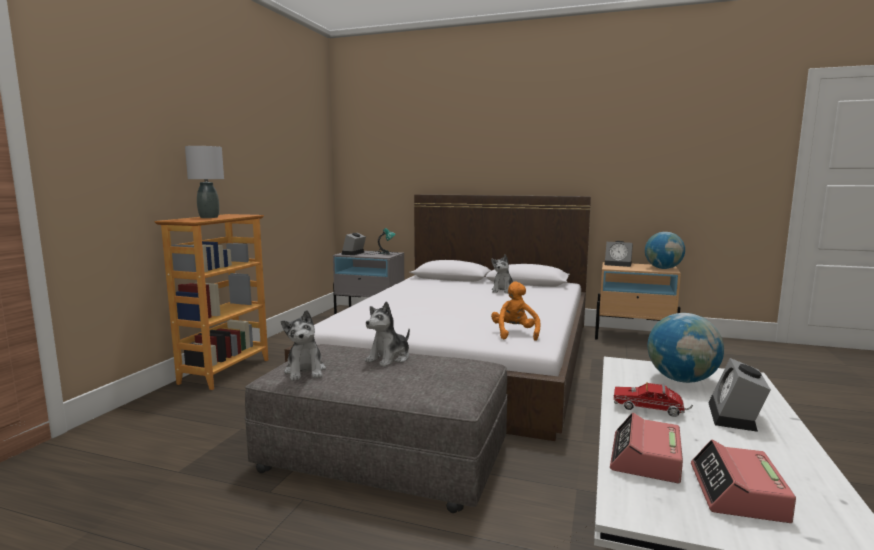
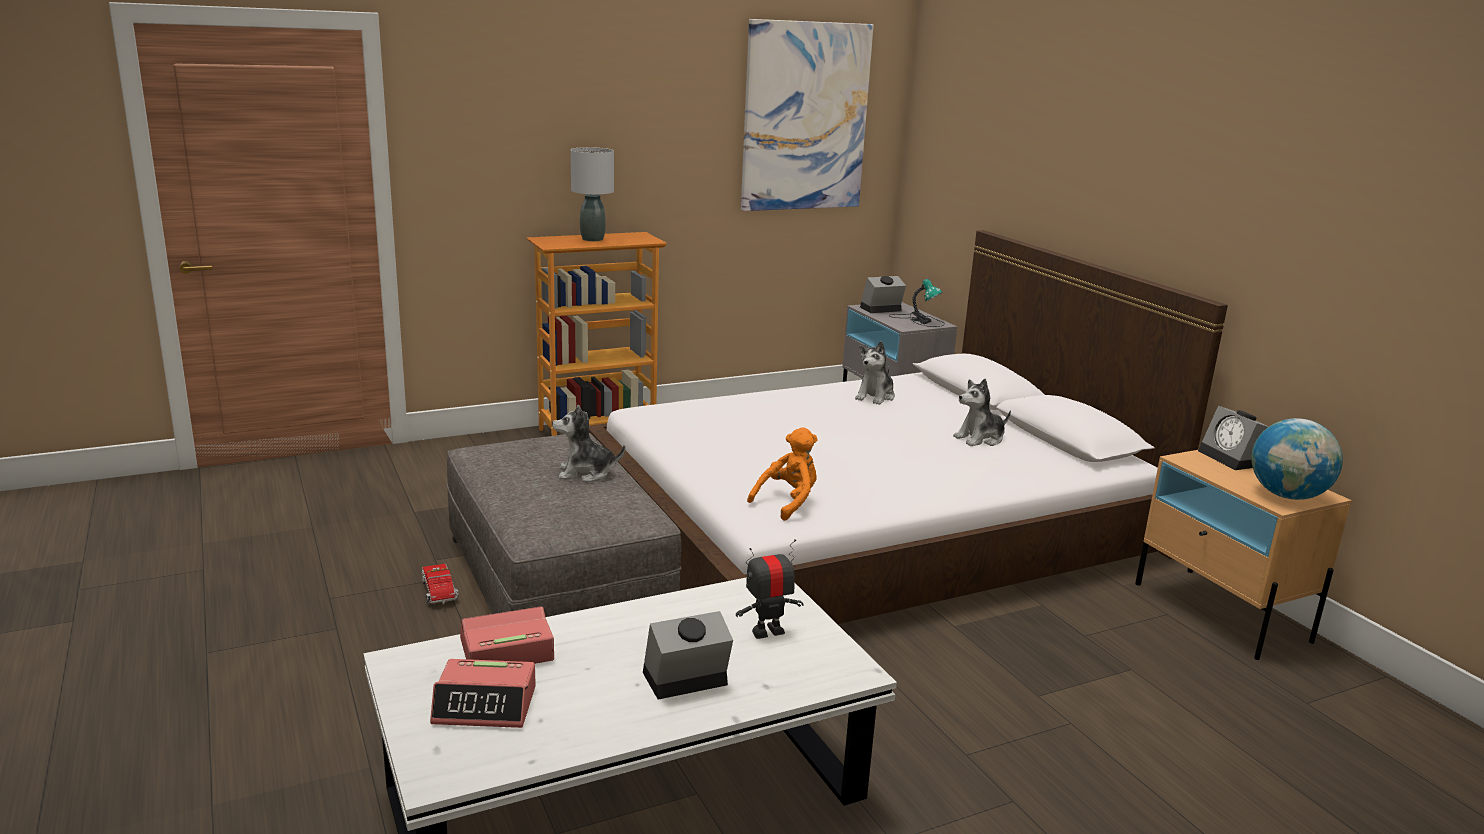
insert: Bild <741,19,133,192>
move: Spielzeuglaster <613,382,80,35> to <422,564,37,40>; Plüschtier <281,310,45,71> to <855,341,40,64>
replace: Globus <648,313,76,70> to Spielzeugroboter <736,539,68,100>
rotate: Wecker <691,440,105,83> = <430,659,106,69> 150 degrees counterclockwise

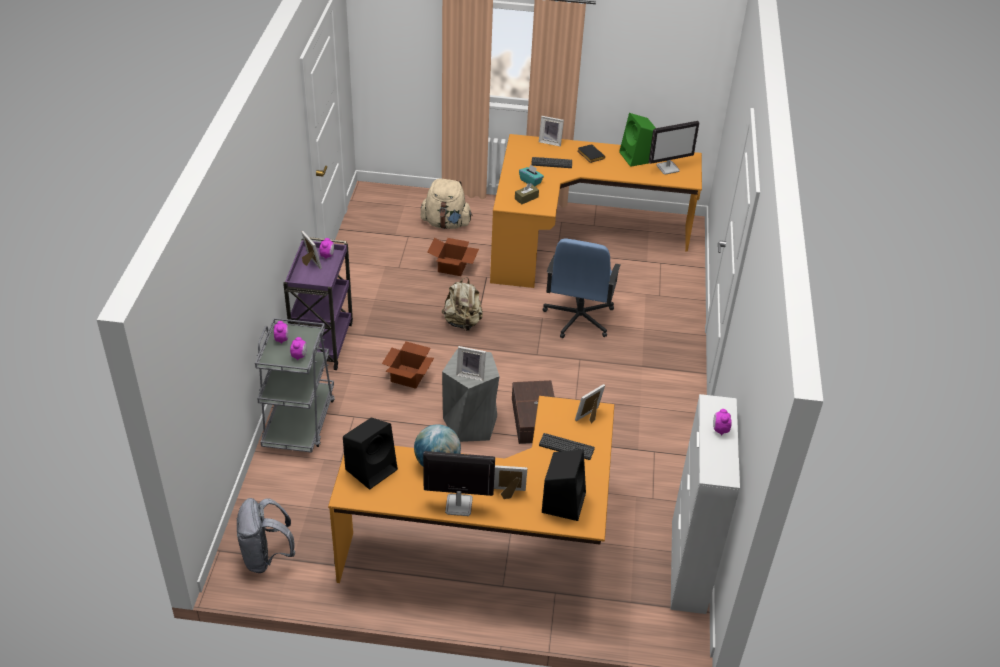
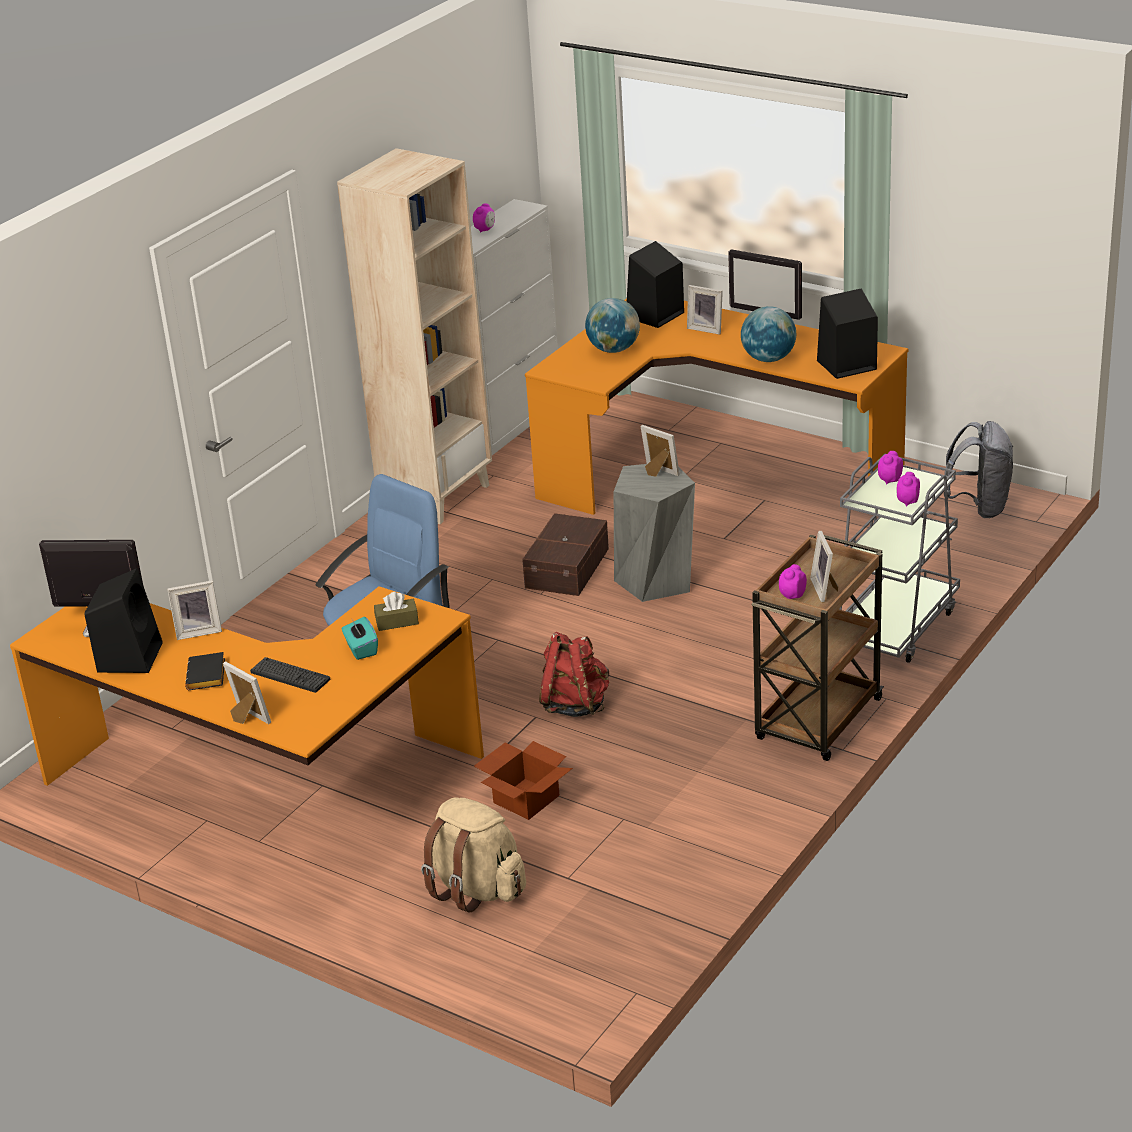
delete: Karton <382,341,52,48>
insert: Bücherregal (beige) <337,148,155,376>
move: Bilderrahmen <575,384,30,40> to <167,580,55,60>
replace: Tastatur <539,433,56,27> to Globus <585,298,55,55>
recolor: Lautsprecher (grün) <619,113,37,54> to Lautsprecher (schwarz) <85,568,78,105>; Rucksack (beige) <442,277,41,54> to Rucksack (rot) <539,632,70,85>; Rollwagen (lila) <283,237,70,133> to Rollwagen (braun) <752,535,132,226>

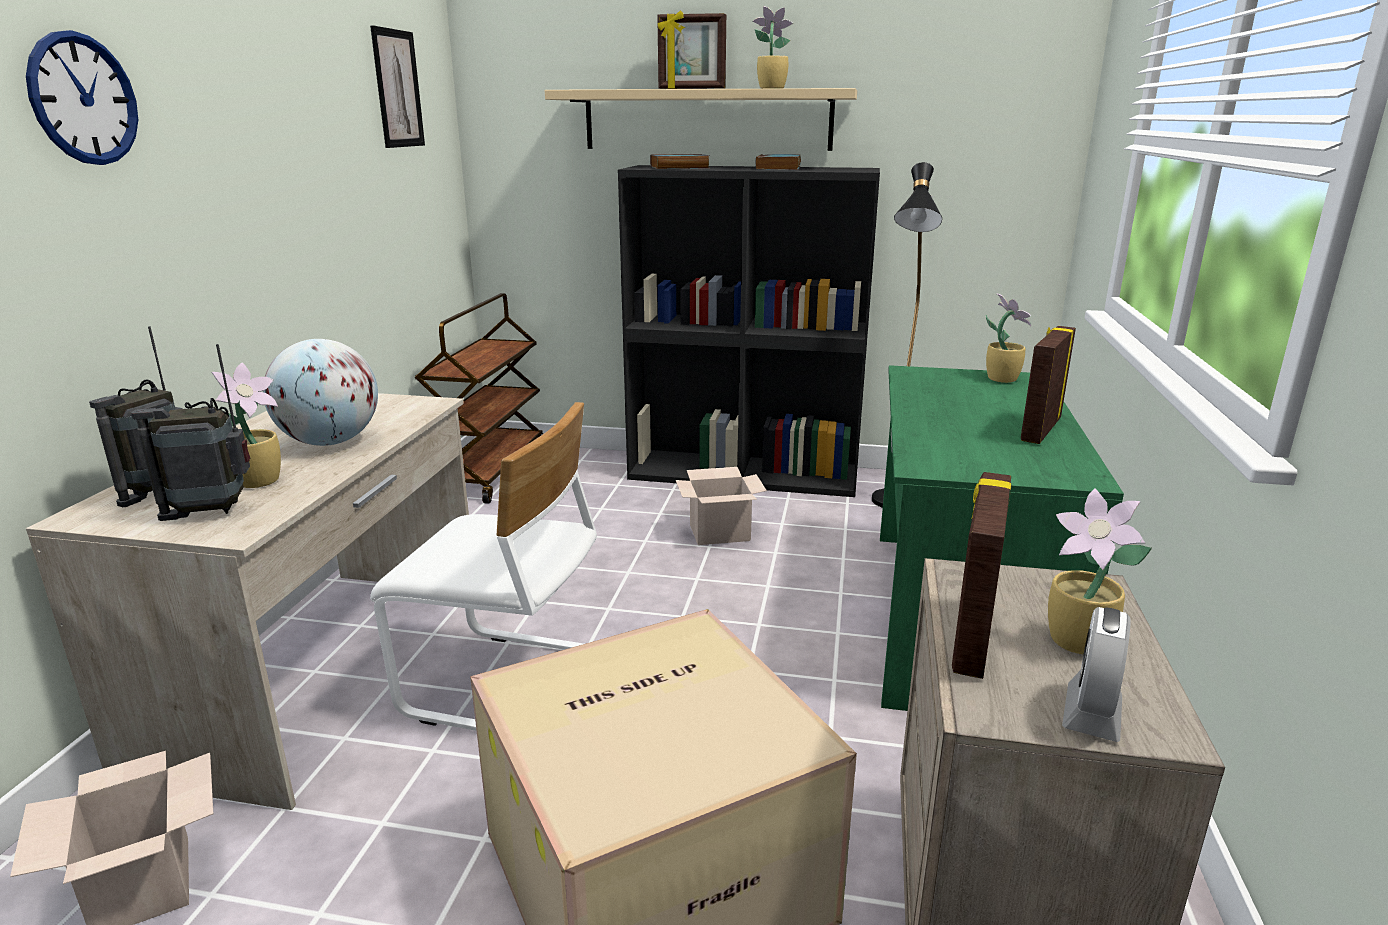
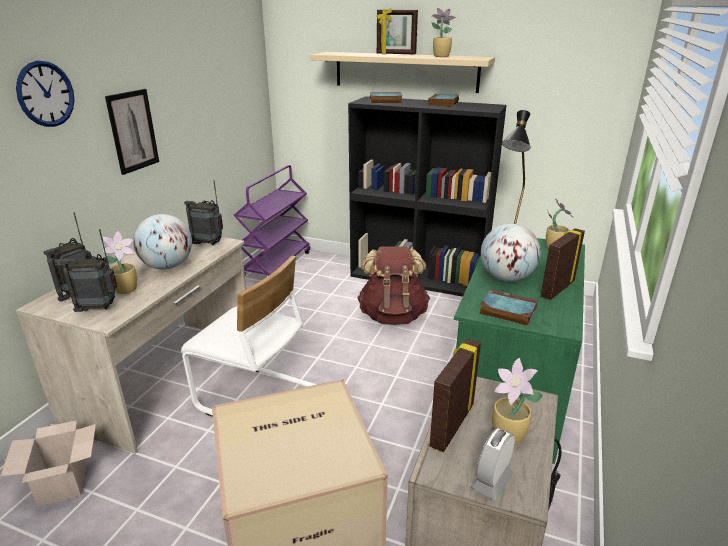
insert: Radio <184,180,39,65>; Buch <479,289,59,37>; Globus <481,224,60,58>
move: Bild <370,25,55,123> to <105,89,54,86>
replace: Karton <676,467,91,78> to Rucksack (braun) <358,246,72,79>
recolor: Rollwagen (braun) <415,293,128,211> to Rollwagen (lila) <234,165,76,111>

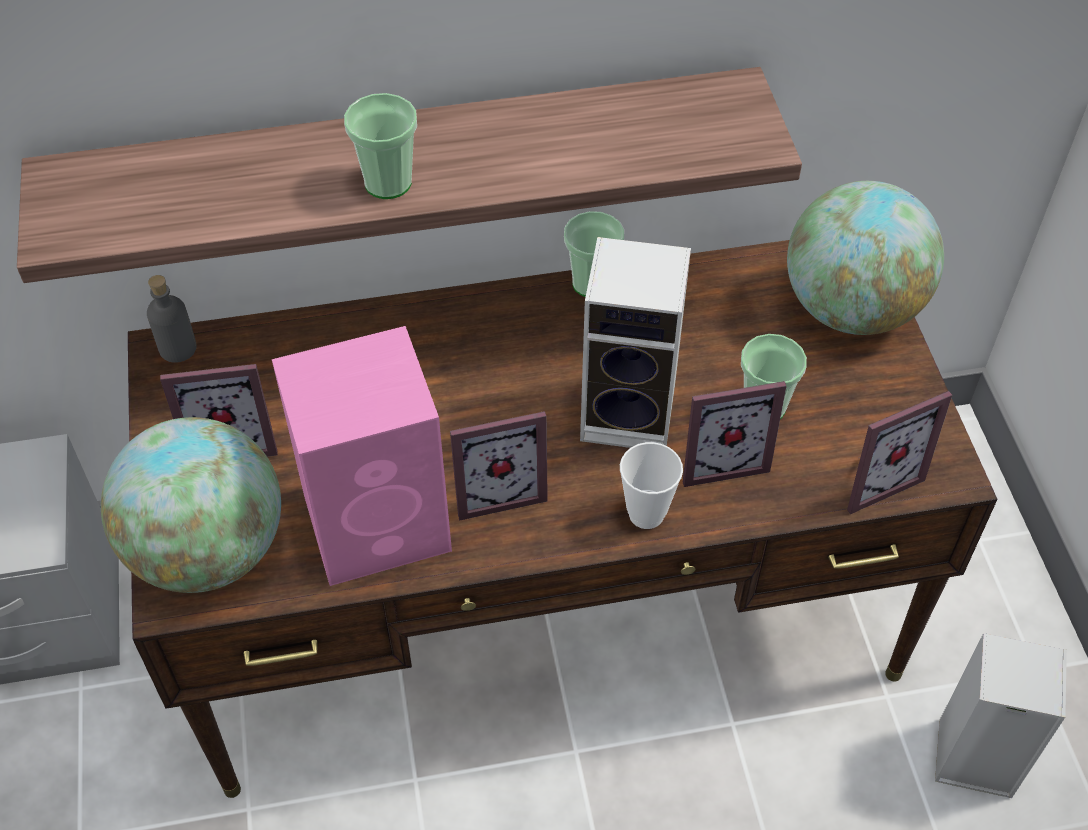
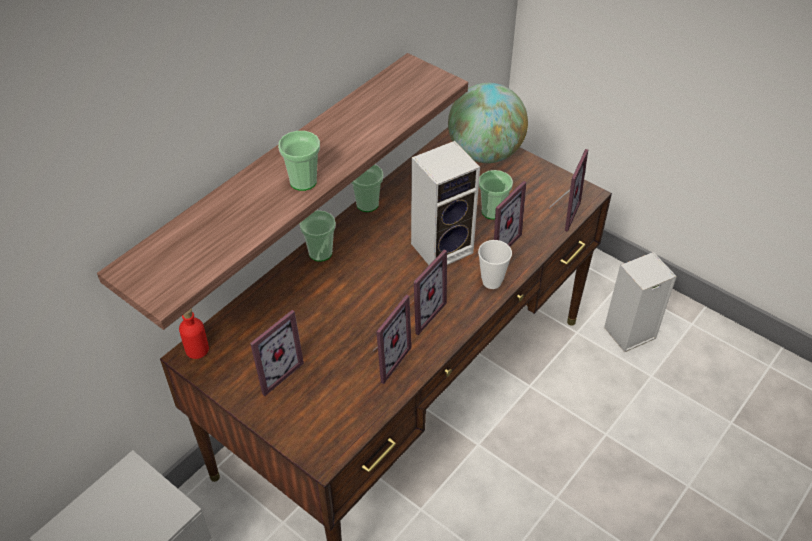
delete: Globus <101,417,180,176>
insert: Tasse <299,210,37,52>
replace: Lautsprecher (rosa) <272,326,180,260> to Bilderrahmen <371,294,41,90>
recolor: Flasche (grau) <147,275,50,88> to Flasche (rot) <179,308,30,51>

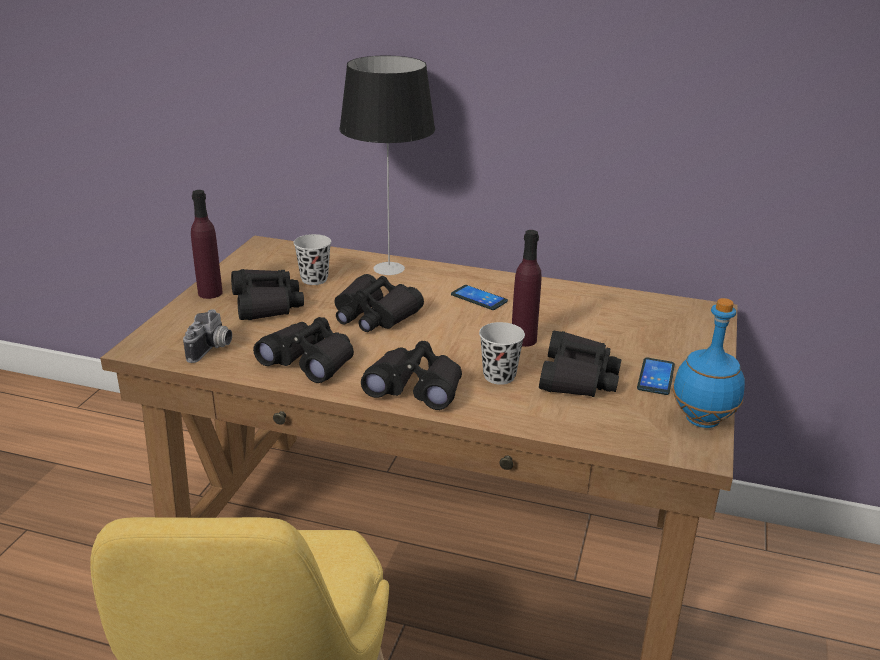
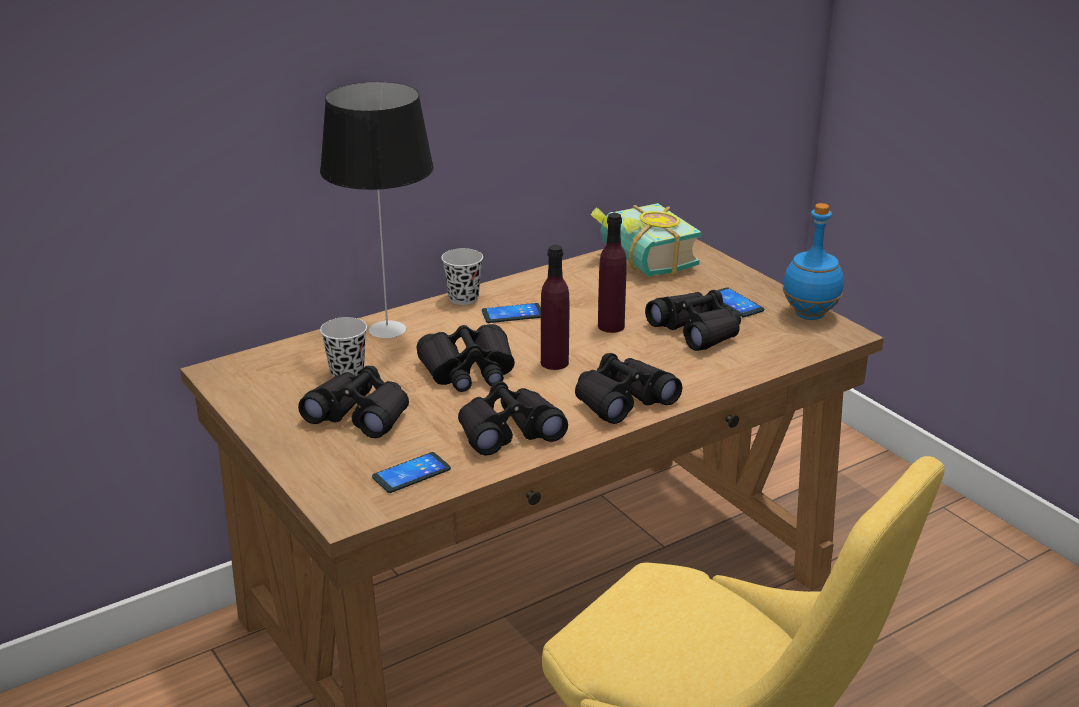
insert: Buch <591,203,111,74>
move: Tasse (schwarz) <479,322,46,63> to <441,248,42,57>; Flasche (lila) <191,190,32,109> to <541,245,28,125>
replace: Kamera <183,309,49,54> to Handy <372,452,79,41>

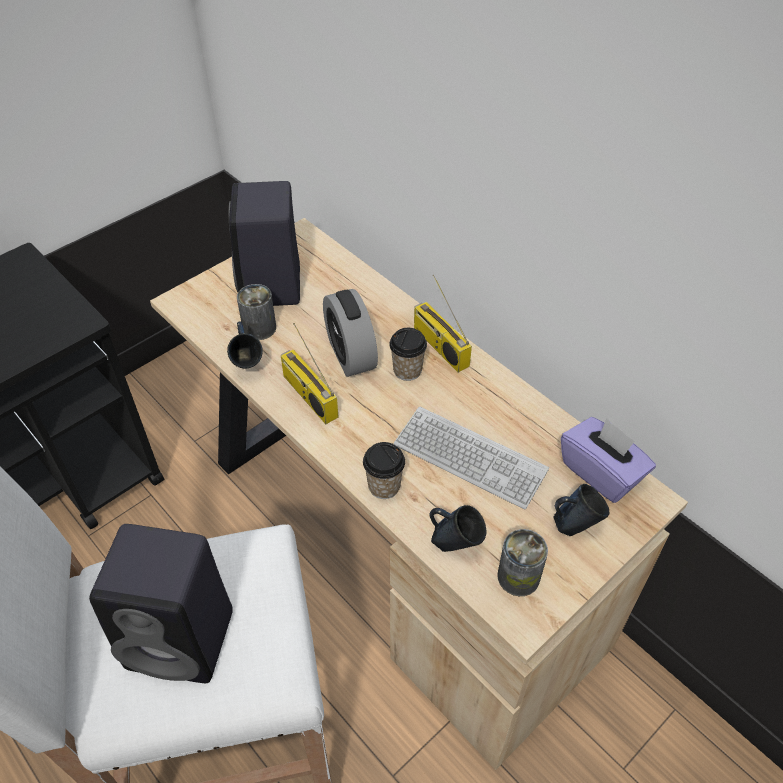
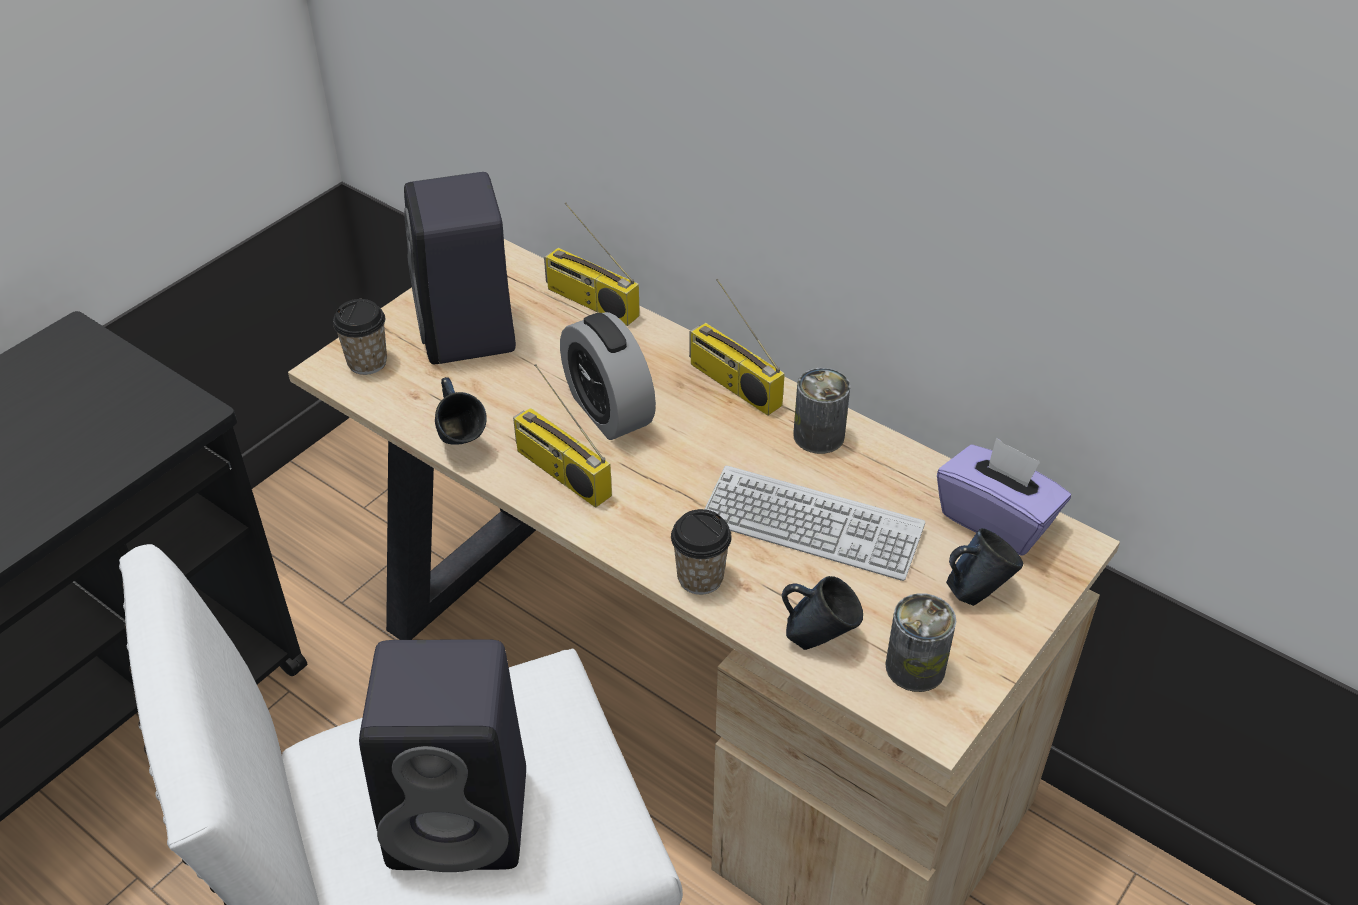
insert: Radio <544,202,96,124>
move: Tasse <389,328,38,53> to <333,299,54,76>; Dose <237,284,39,56> to <793,368,57,86>

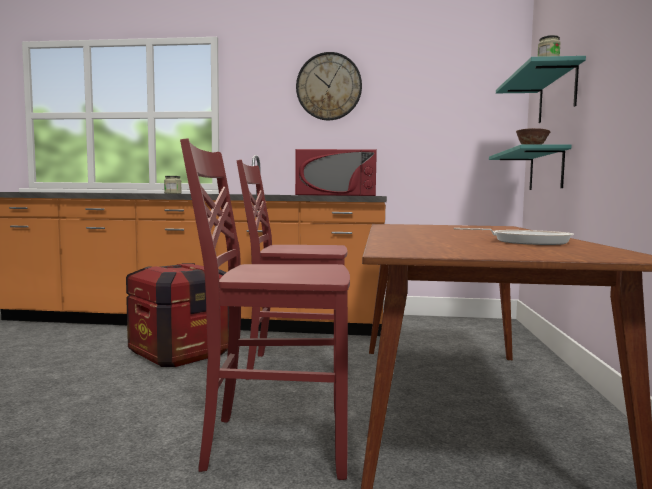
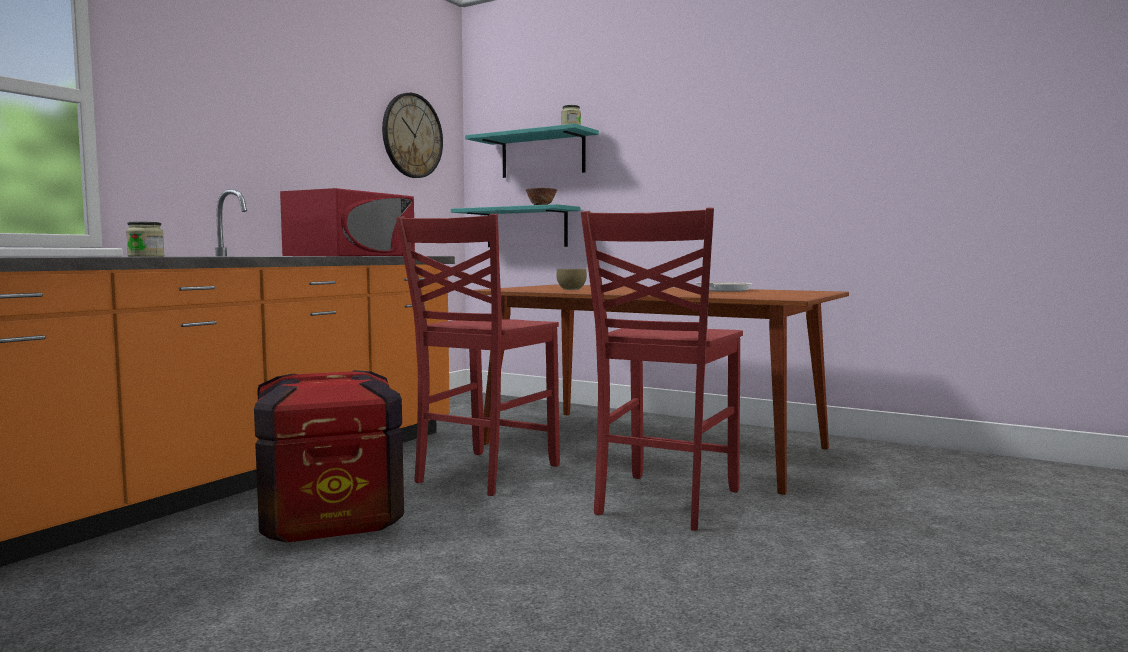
insert: Schüssel (braun) <557,269,30,21>
move: Wanduhr <296,52,66,68> to <382,93,61,85>

